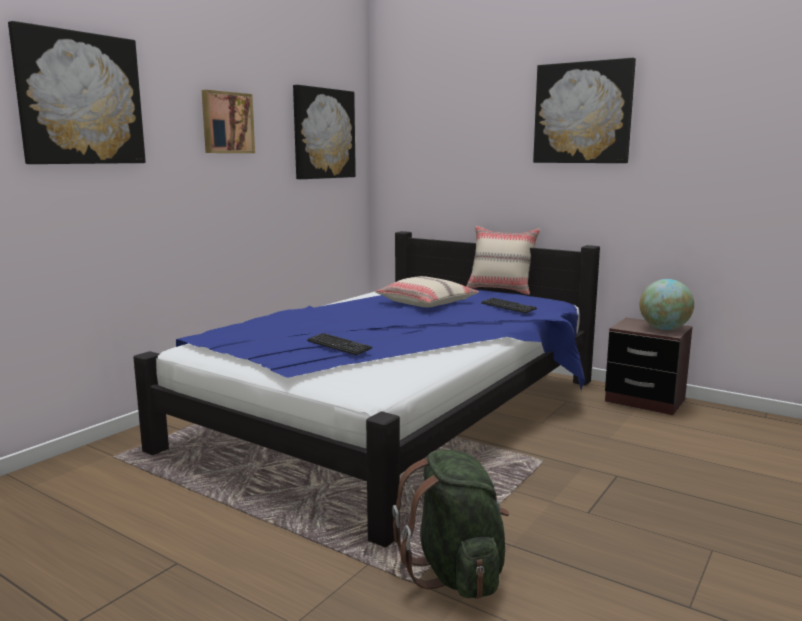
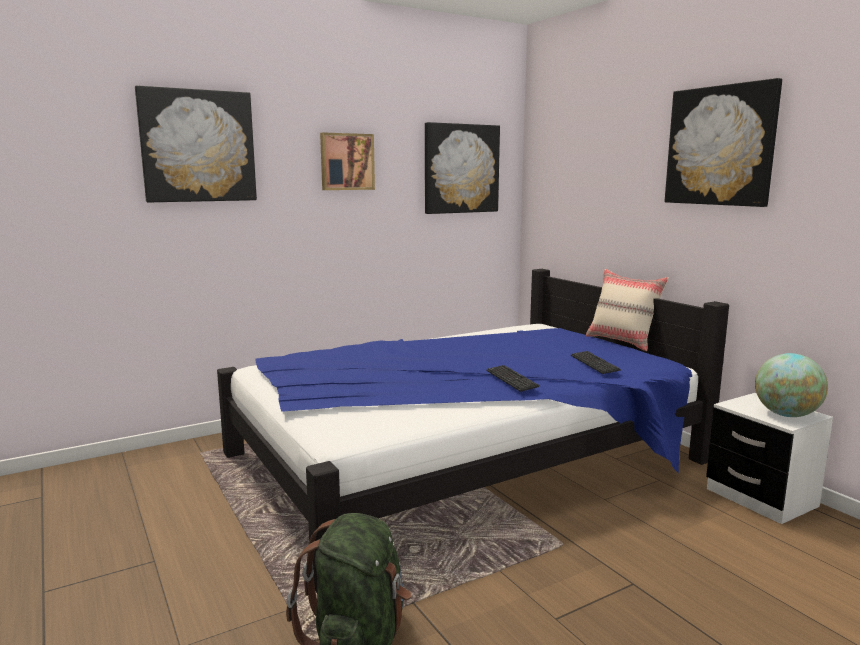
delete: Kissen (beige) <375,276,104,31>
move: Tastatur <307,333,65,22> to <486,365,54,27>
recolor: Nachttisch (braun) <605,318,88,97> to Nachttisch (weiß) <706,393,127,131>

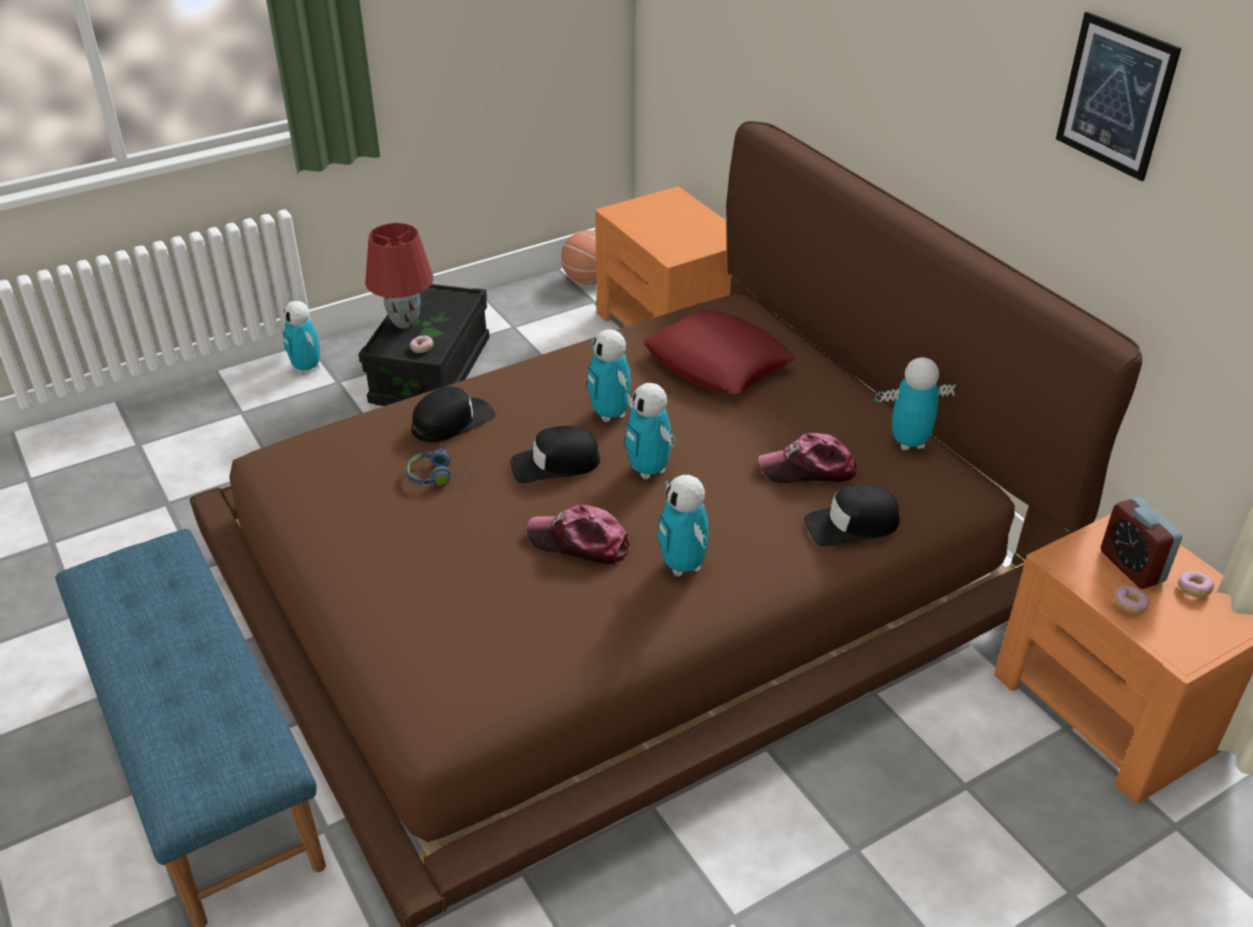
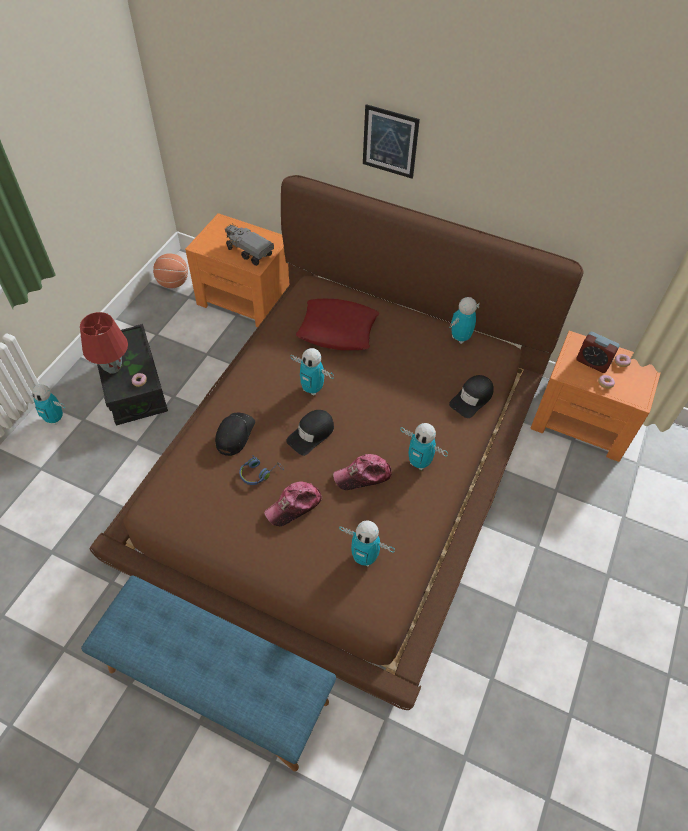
insert: Spielzeuglaster <224,223,50,43>
move: Kappe <759,433,98,50> to <264,481,58,45>; Spielzeugroboter <625,383,51,96> to <339,520,56,47>; Bild <1056,12,125,169> to <363,104,57,75>

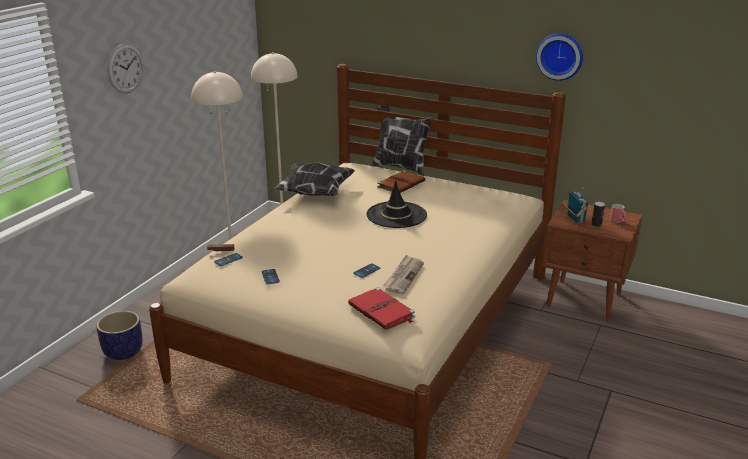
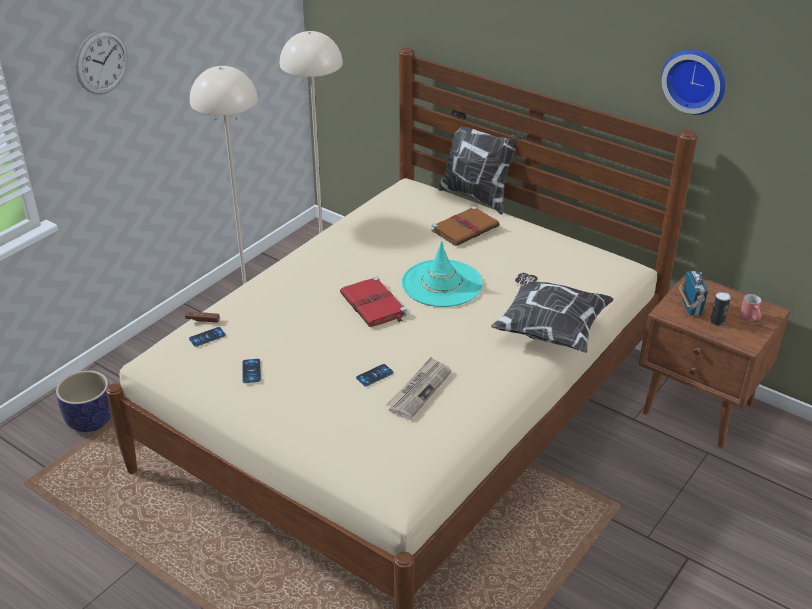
move: Buch (rot) <348,287,67,43> to <340,277,67,50>; Kissen <275,163,80,33> to <491,273,123,80>
recolor: Hut (schwarz) <366,181,61,47> to Hut (türkis) <402,241,81,66>

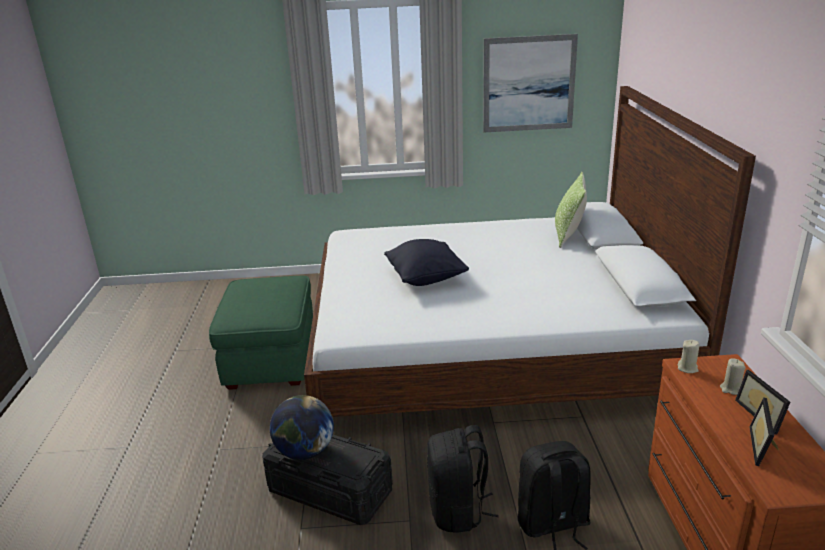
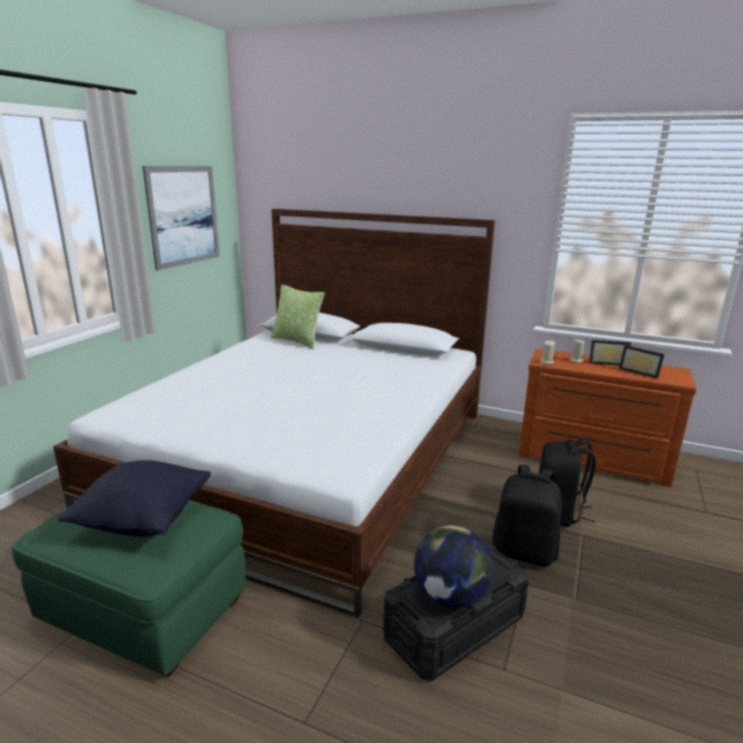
move: Kissen (schwarz) <384,239,85,47> to <58,460,153,77>

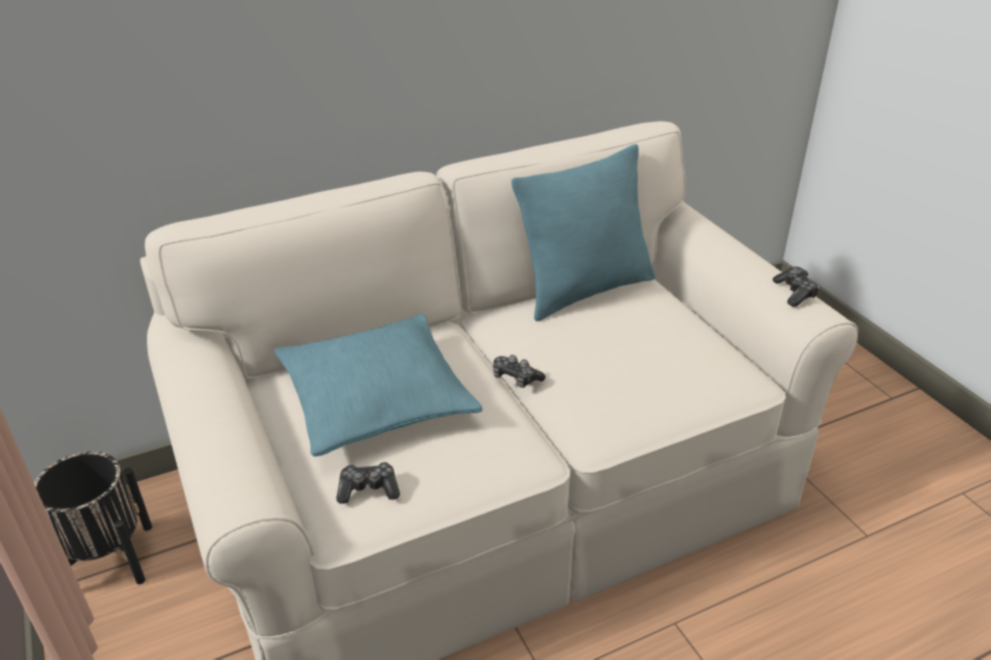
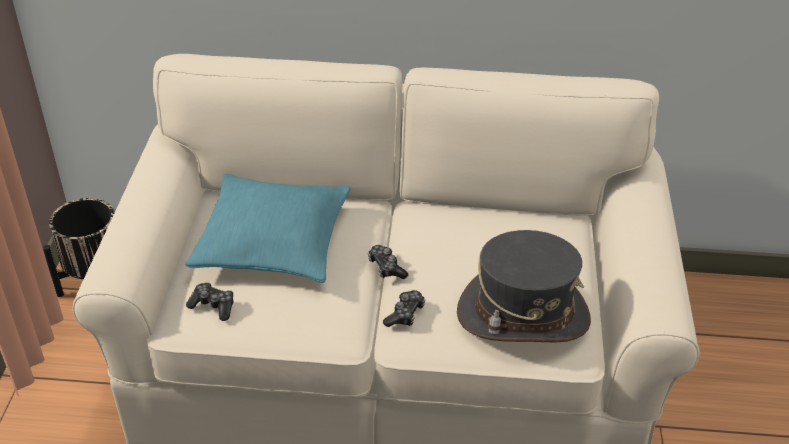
delete: Kissen (türkis) <511,144,144,177>
insert: Hut (grau) <457,230,134,112>
move: Gamepad <773,267,46,40> to <383,290,42,37>

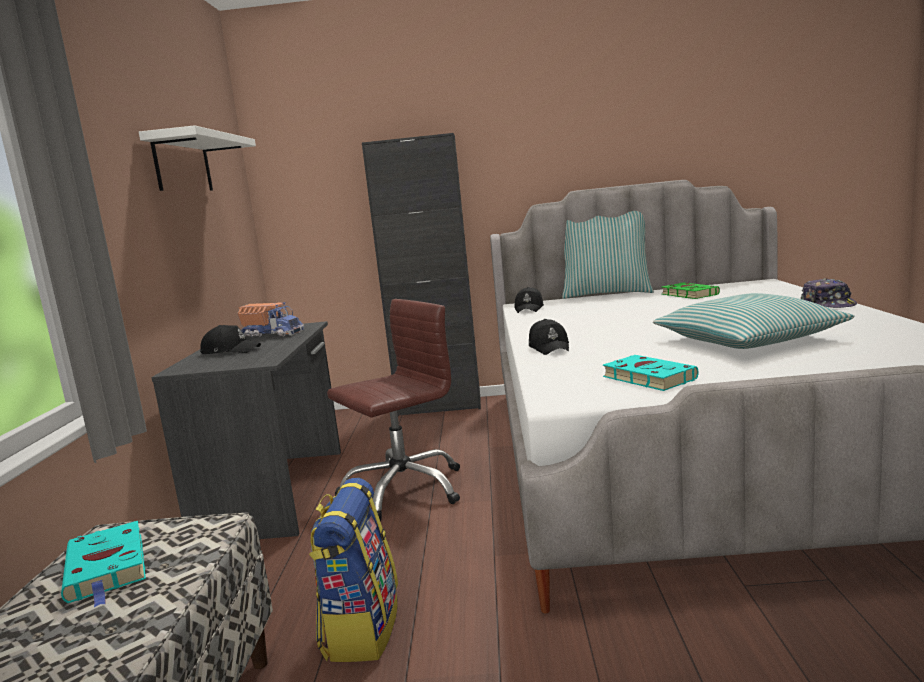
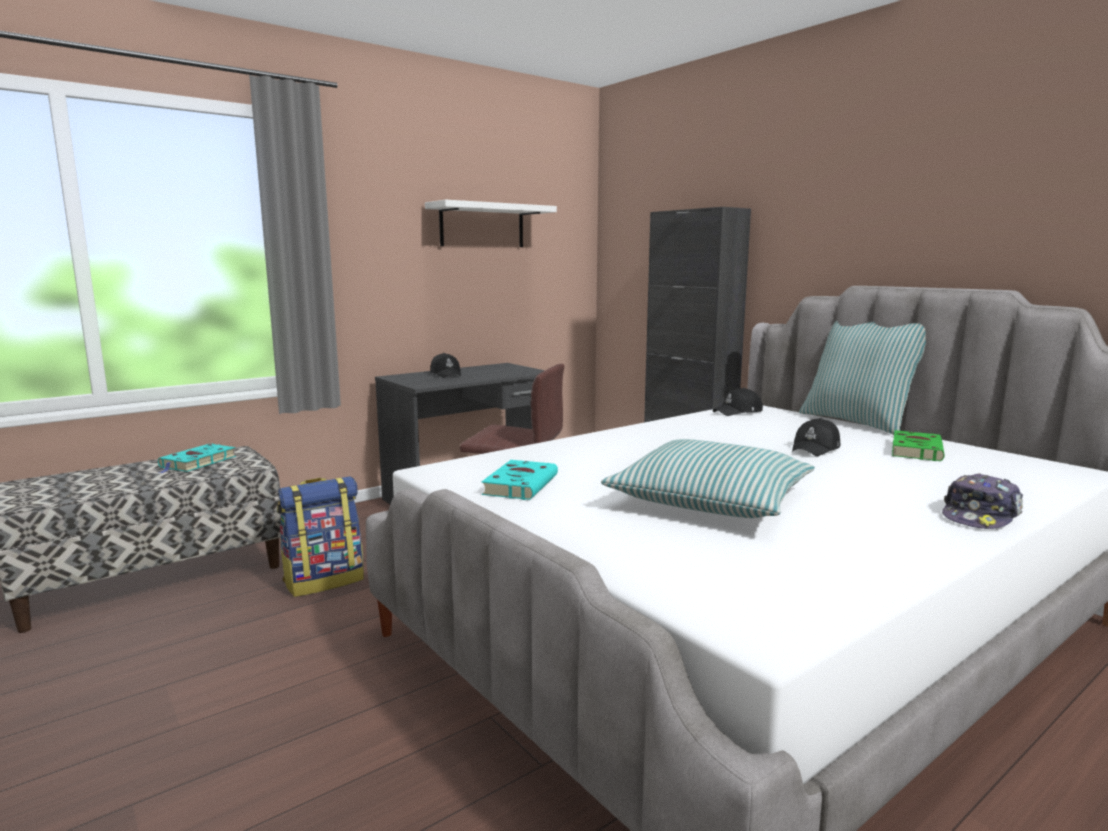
delete: Spielzeuglaster <237,302,67,35>
move: Kappe (schwarz) <529,319,40,36> to <792,418,49,38>

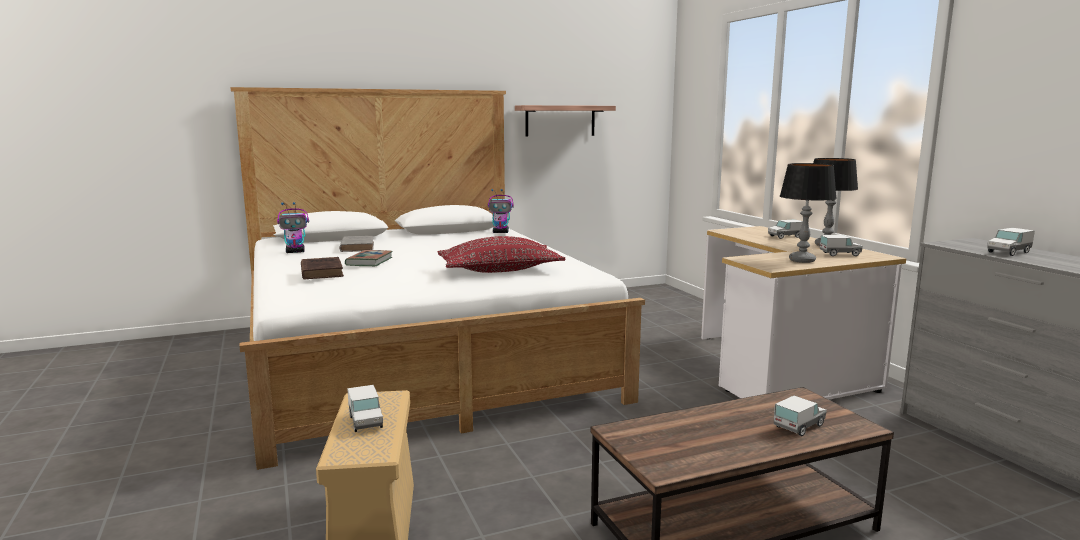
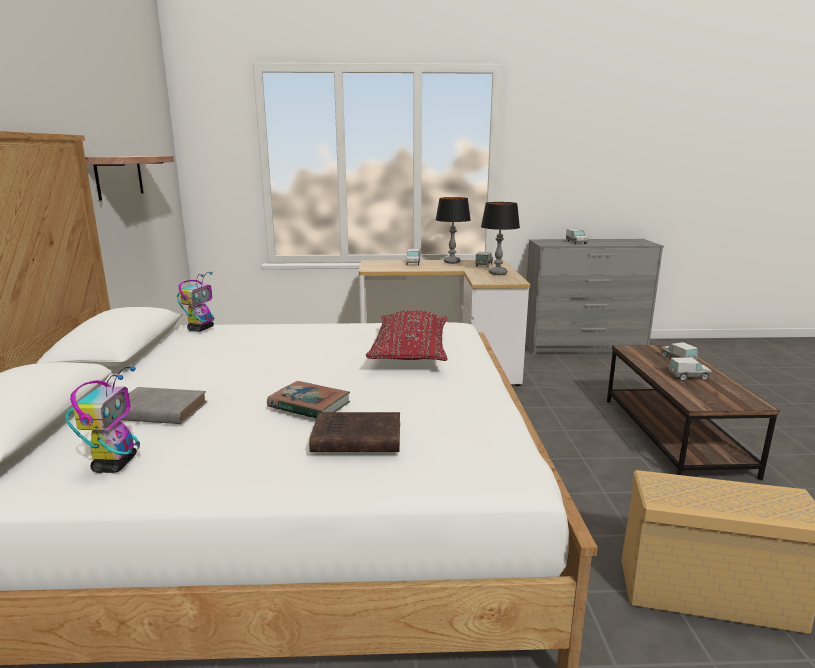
move: Spielzeuglaster <347,385,36,47> to <669,357,43,23>

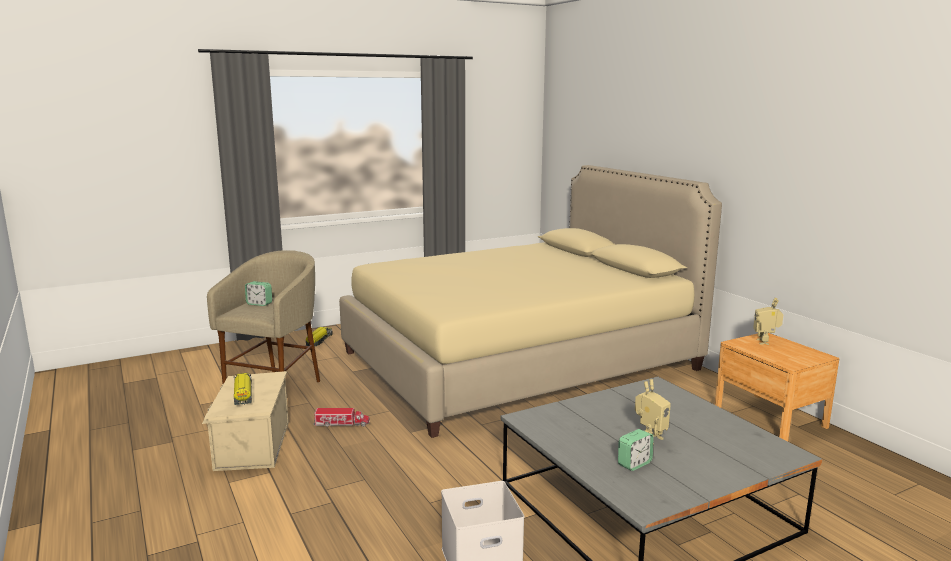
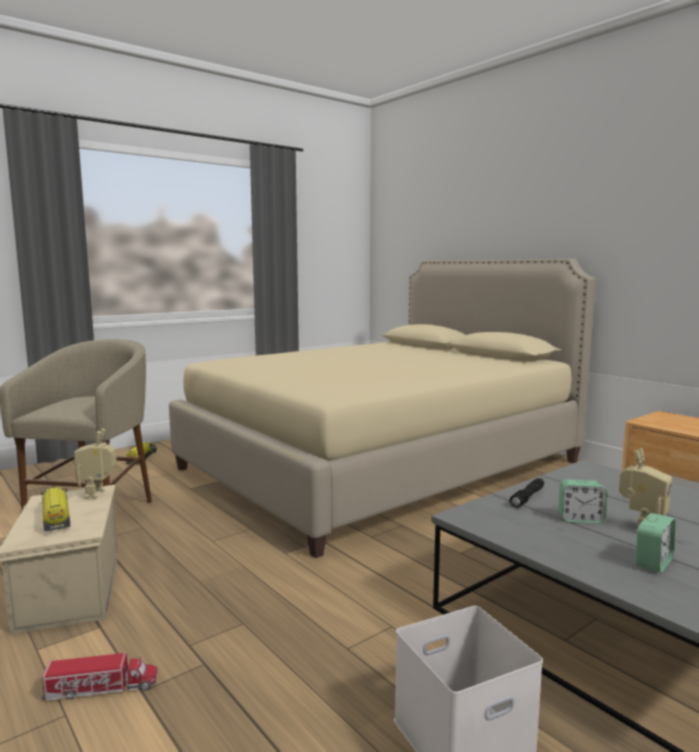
insert: Taschenlampe (schwarz) <509,478,35,30>
move: Spielzeuglaster <313,408,57,19> to <41,653,117,48>; Spielzeugroboter <753,298,30,47> to <74,429,43,70>; Wecker <245,281,27,25> to <558,479,50,45>

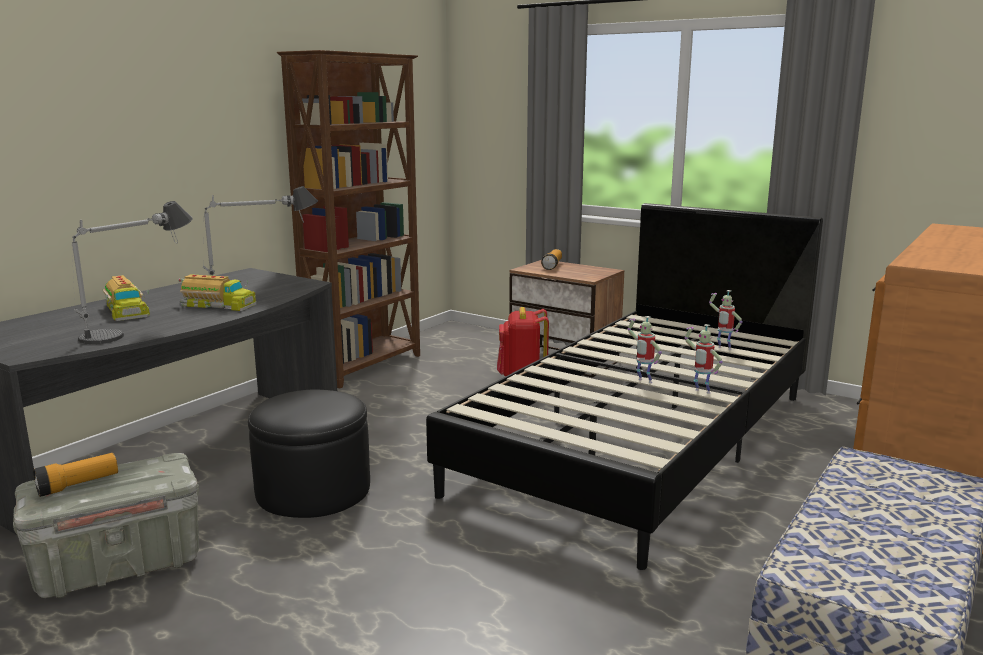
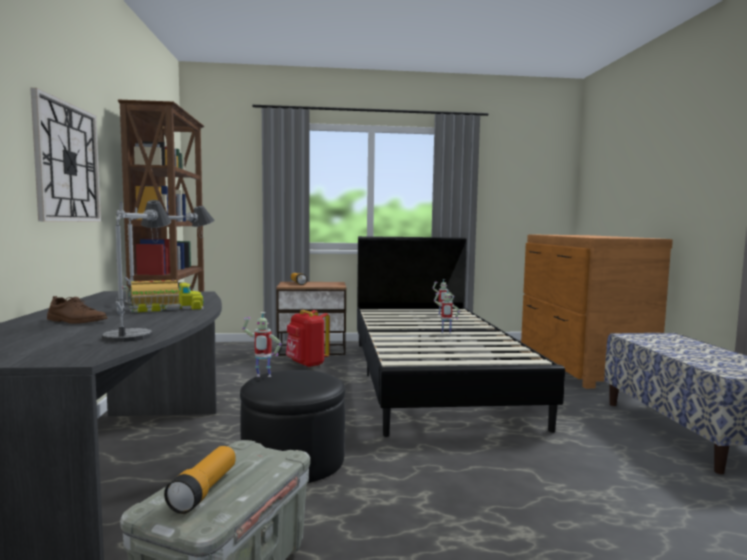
insert: Wanduhr <30,88,71,134>
move: Spielzeugroboter <685,324,38,70> to <242,312,40,65>
replace: Spielzeuglaster <103,275,47,46> to Schuh (braun) <47,296,60,28>

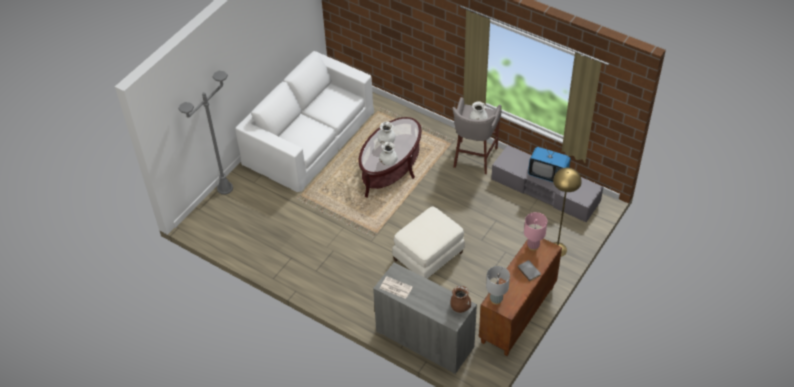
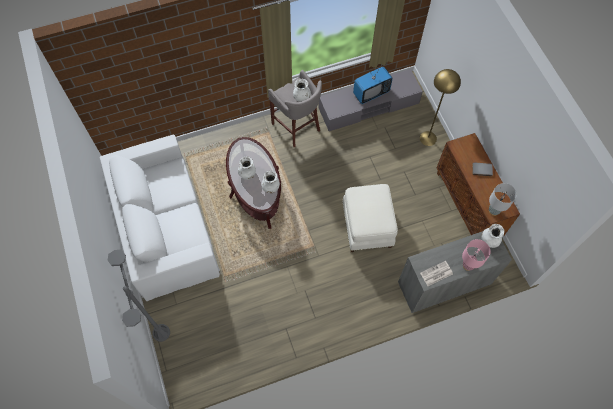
move: Tischlampe (rosa) <524,212,23,39> to <462,239,28,32>
recolor: Vase (braun) <451,286,20,27> to Vase (weiß) <481,224,24,24>

